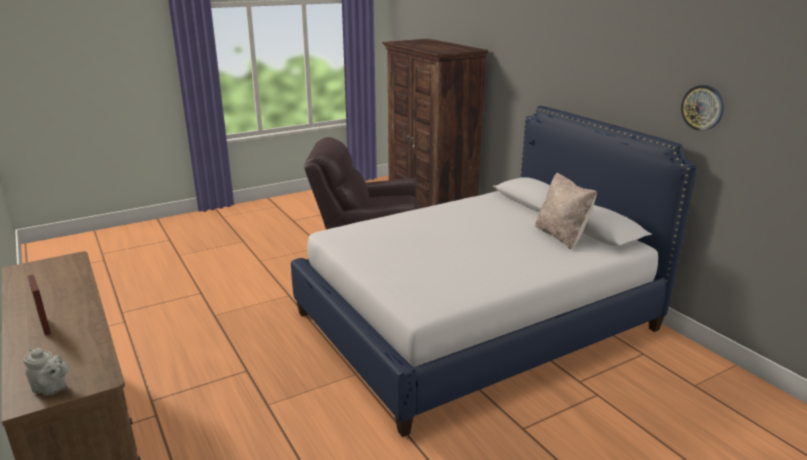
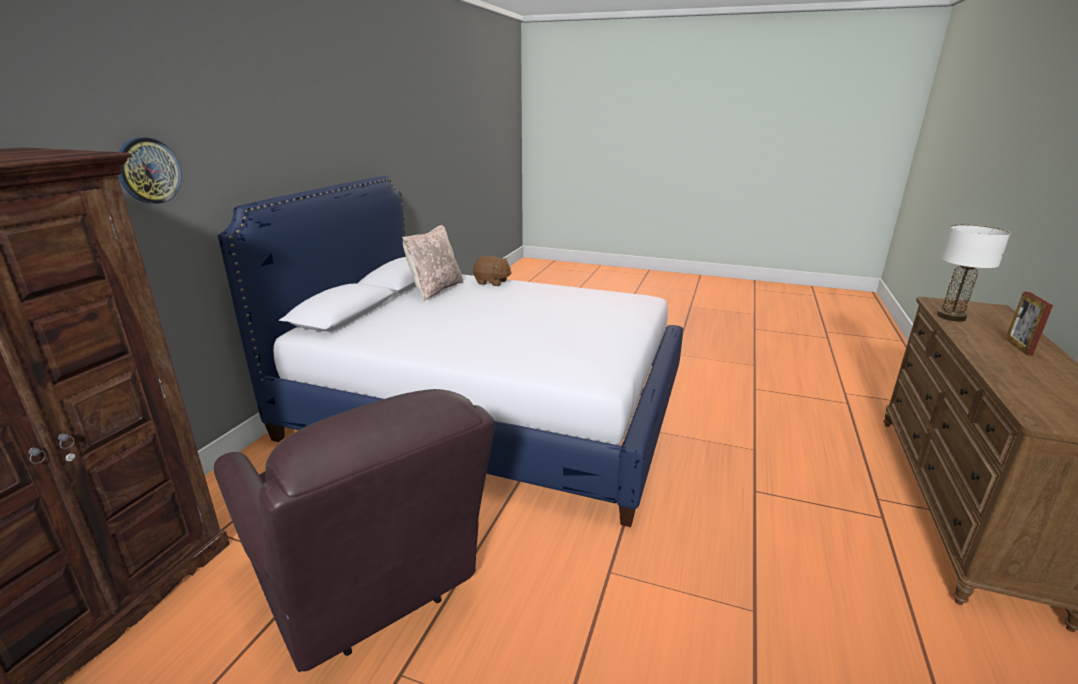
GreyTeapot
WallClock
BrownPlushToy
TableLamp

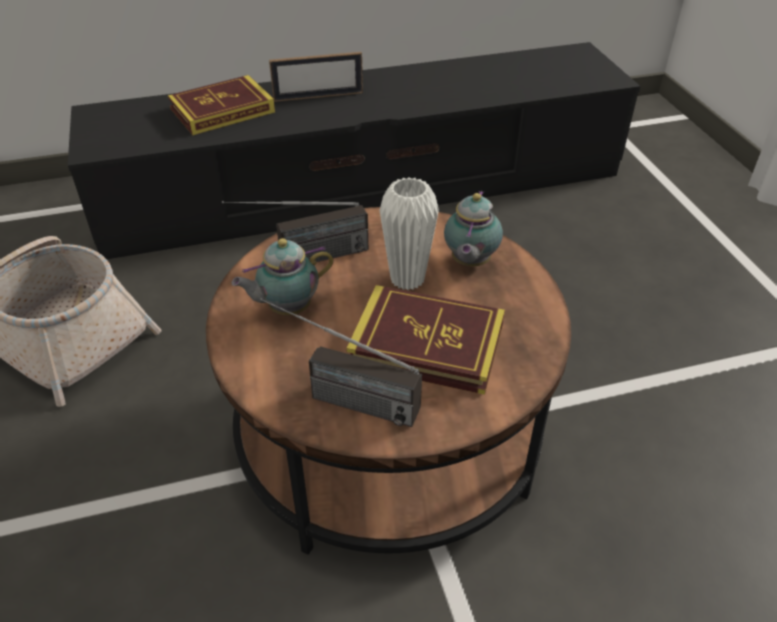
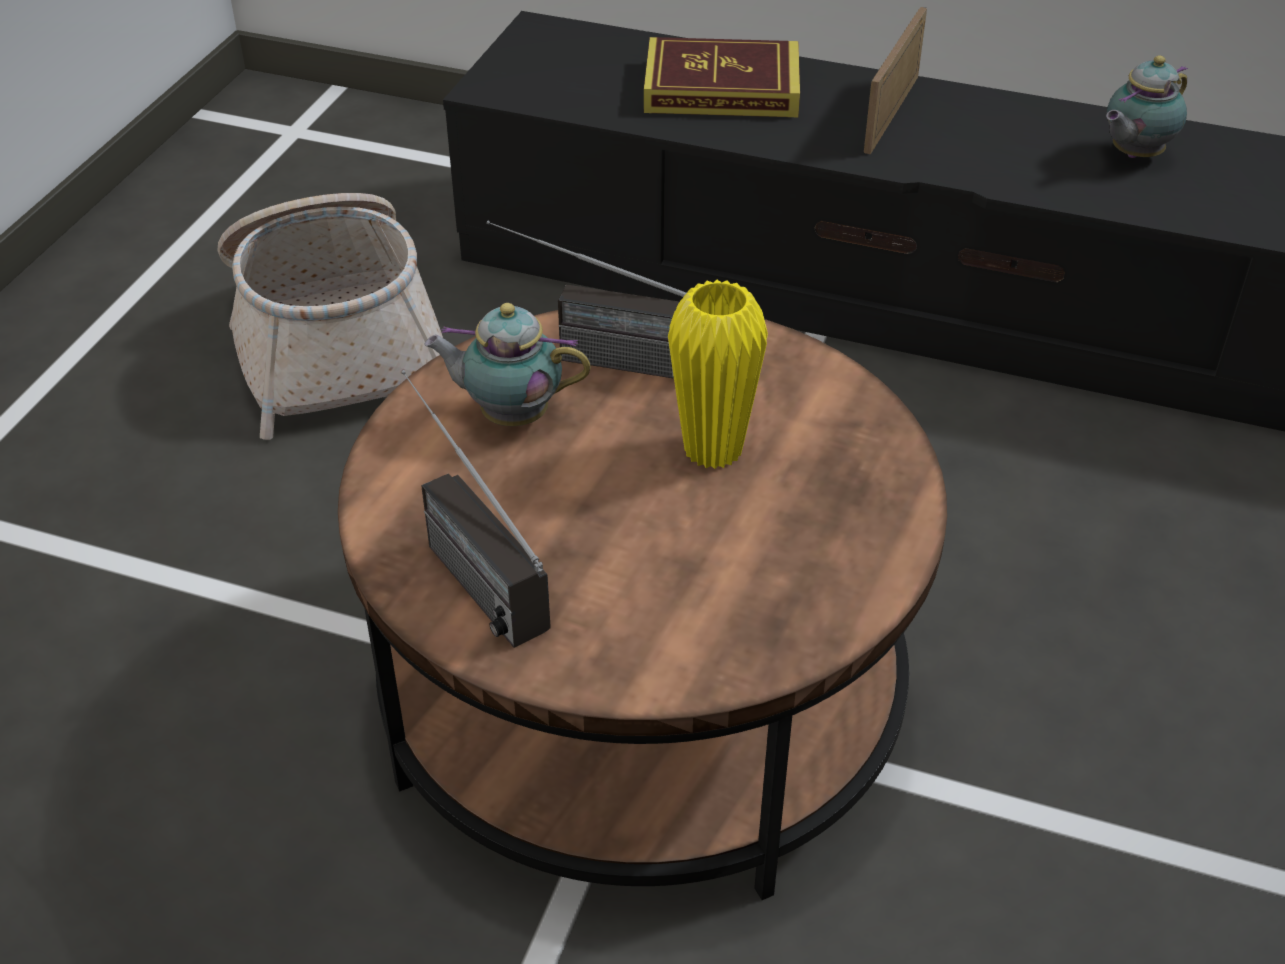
PictureFrame
Book (2nd from left in the first image)
YellowVase
Teapot (2nd from left)

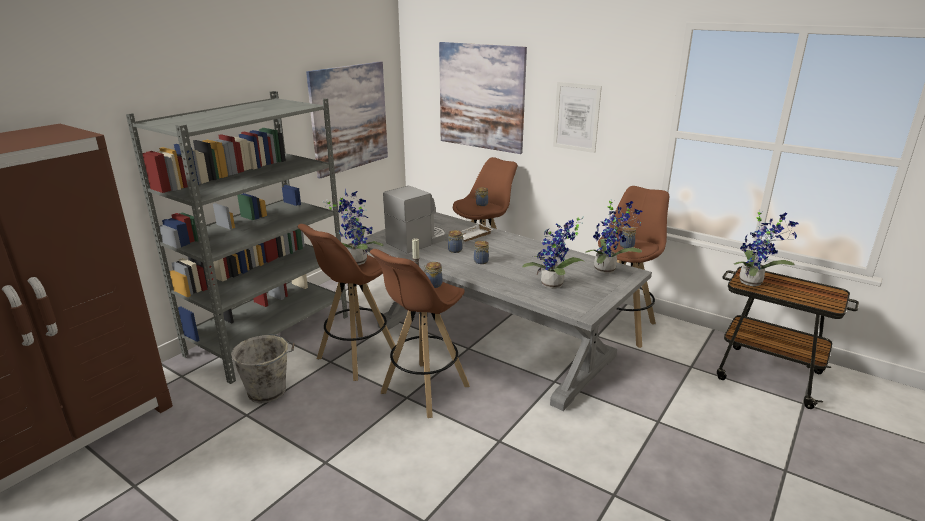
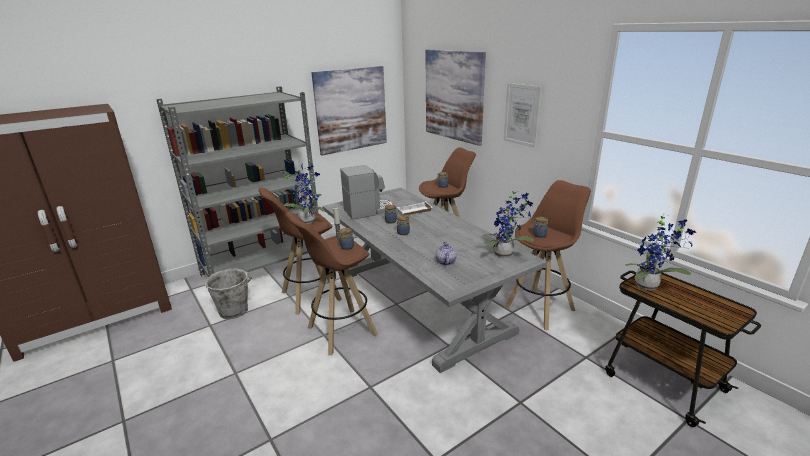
Teapot

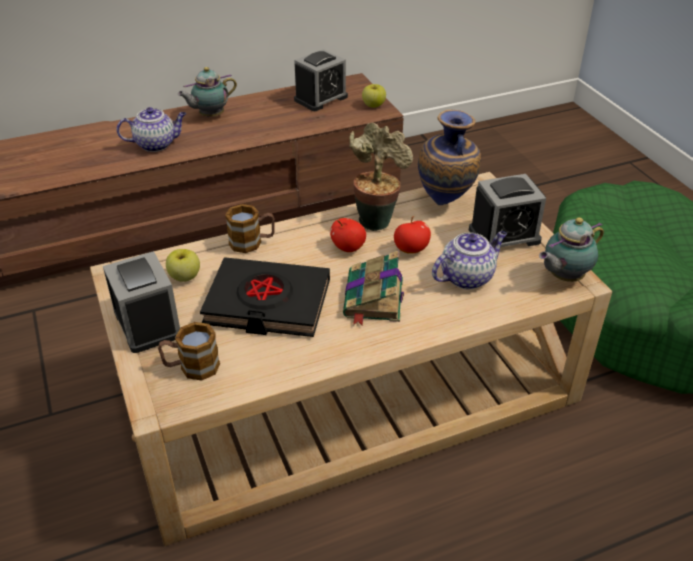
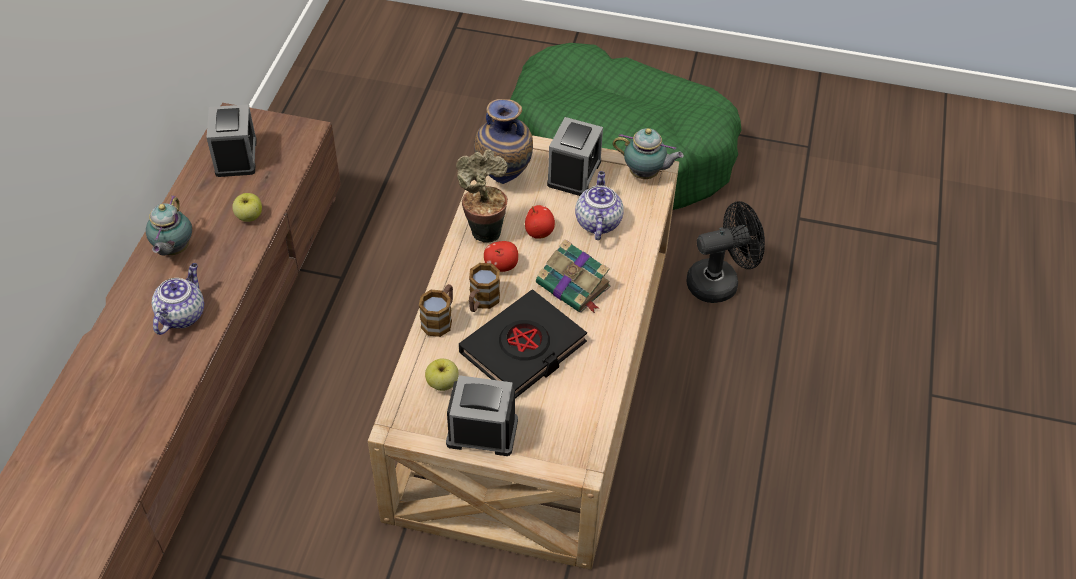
Mug (2nd from left)
Apple (1st from left)
Teapot (4th from left)
BlackFan

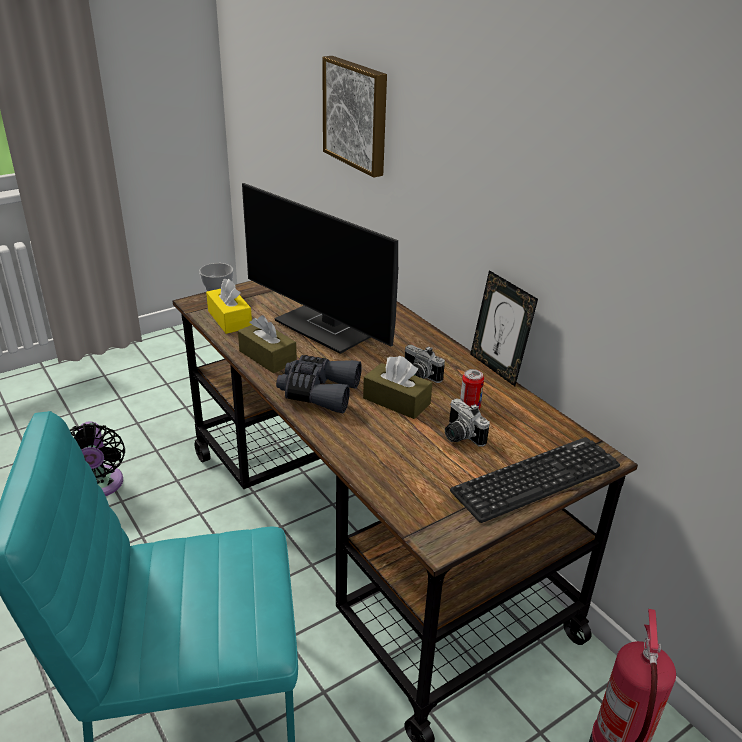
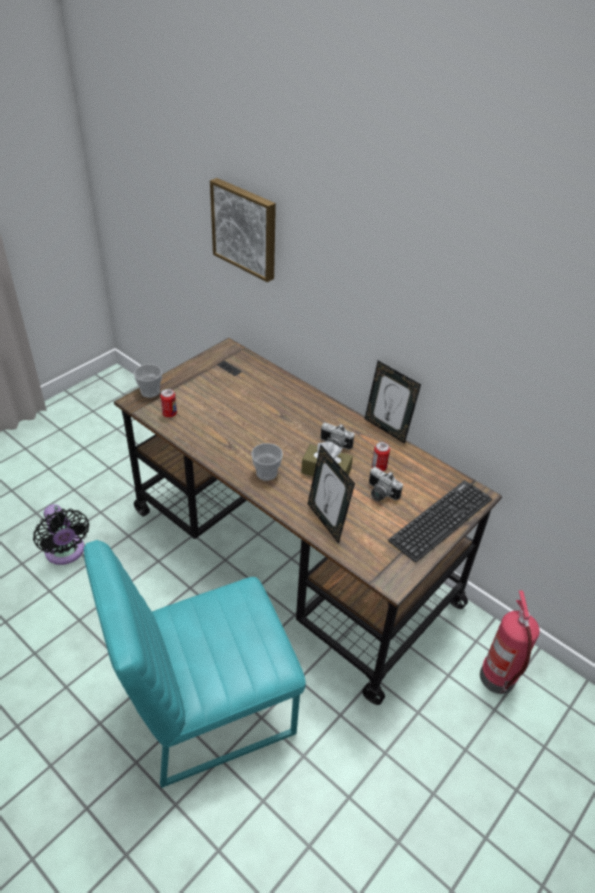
Can (1st from left)
BrownTissueBox (1st from left in the first image)
Monitor
Cup (2nd from left)
PictureFrame (1st from left)

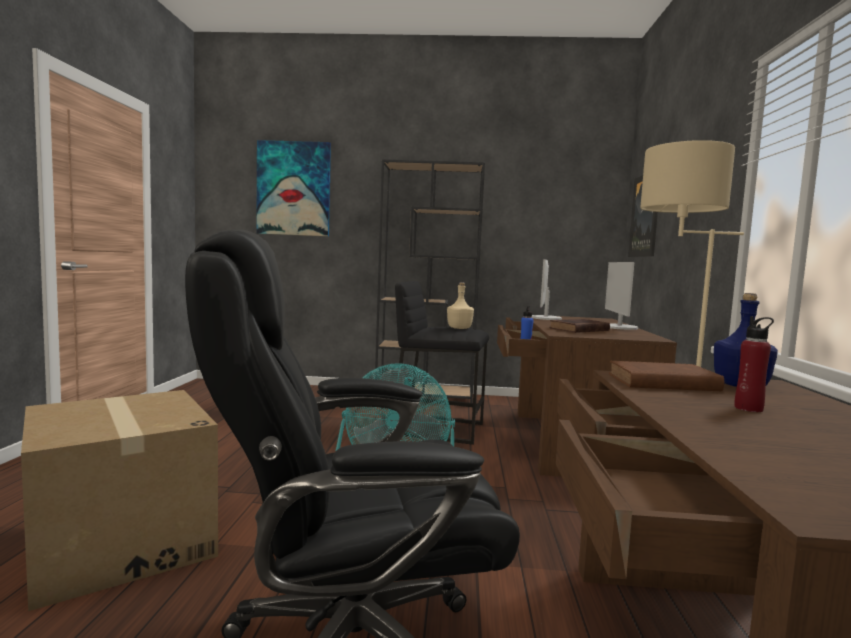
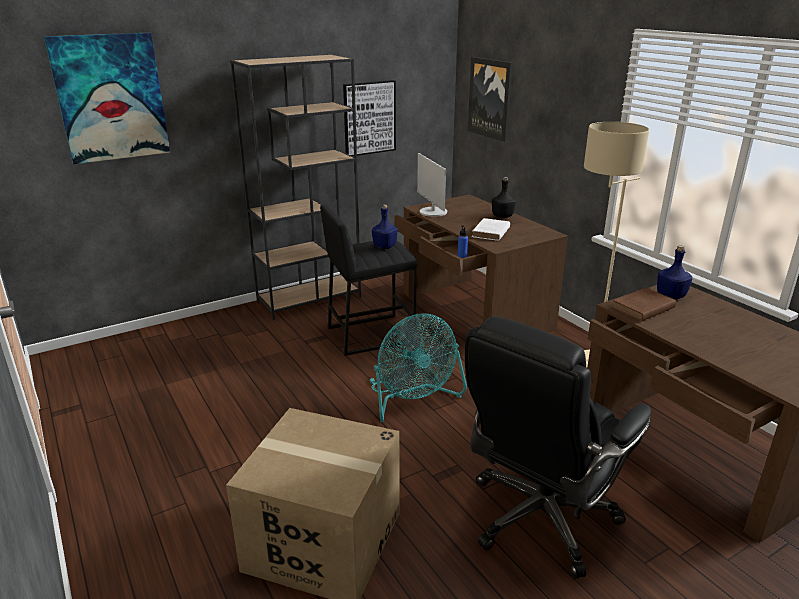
BlueBottle (1st from left)
WhiteBook
BlackBottle
RedBottle
Picture (2nd from left)

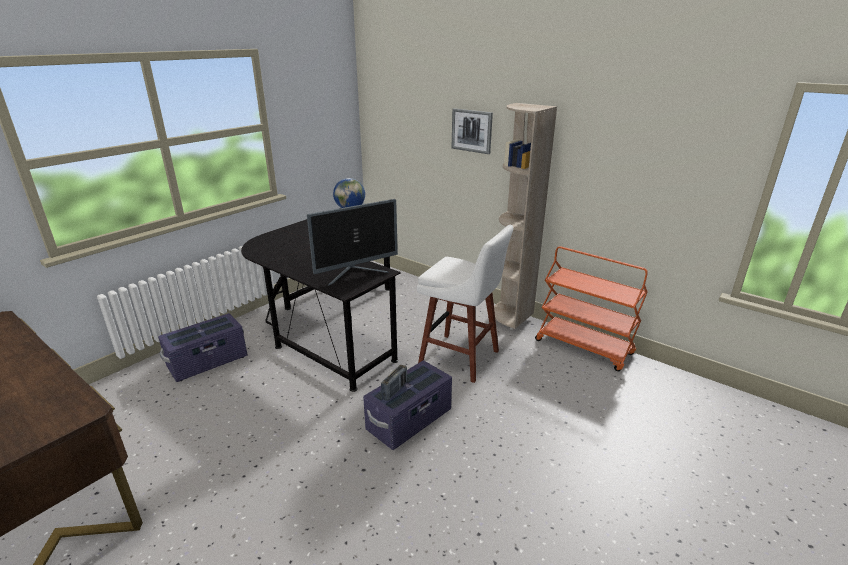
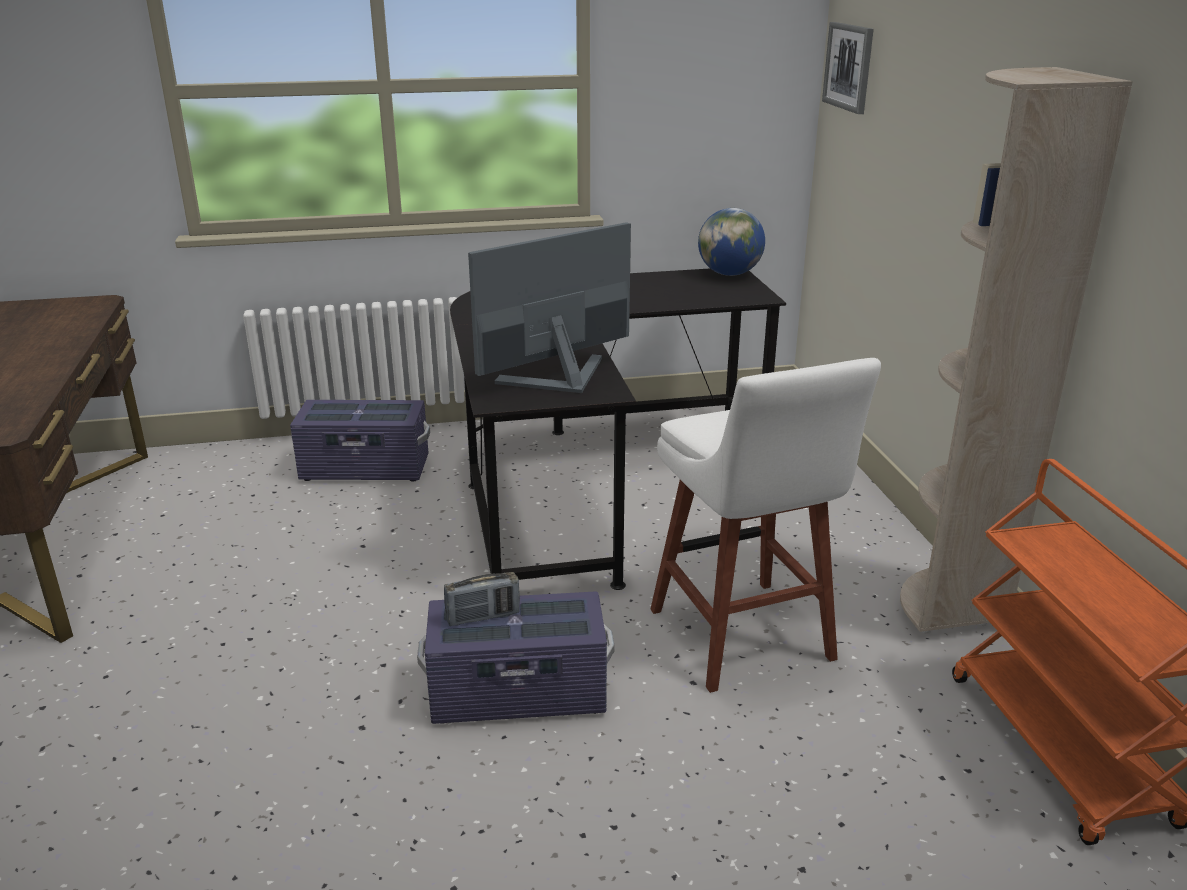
Monitor
Picture

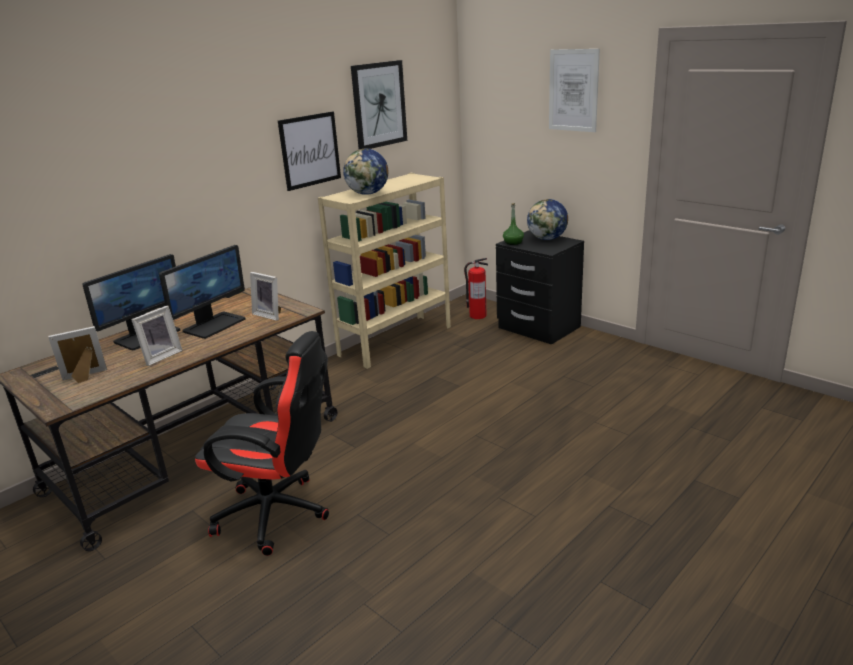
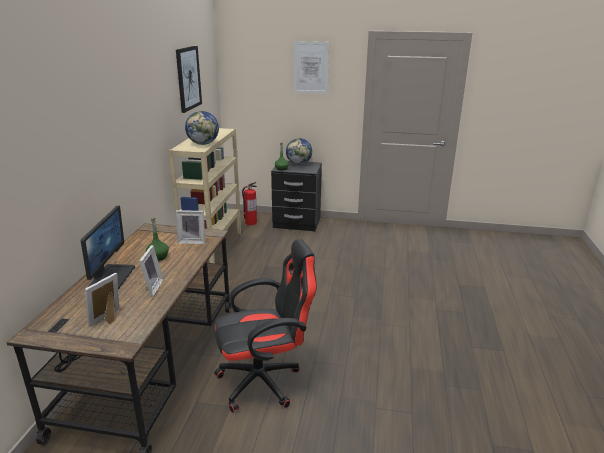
GreenBottle (1st from left)
Picture (1st from left in the first image)

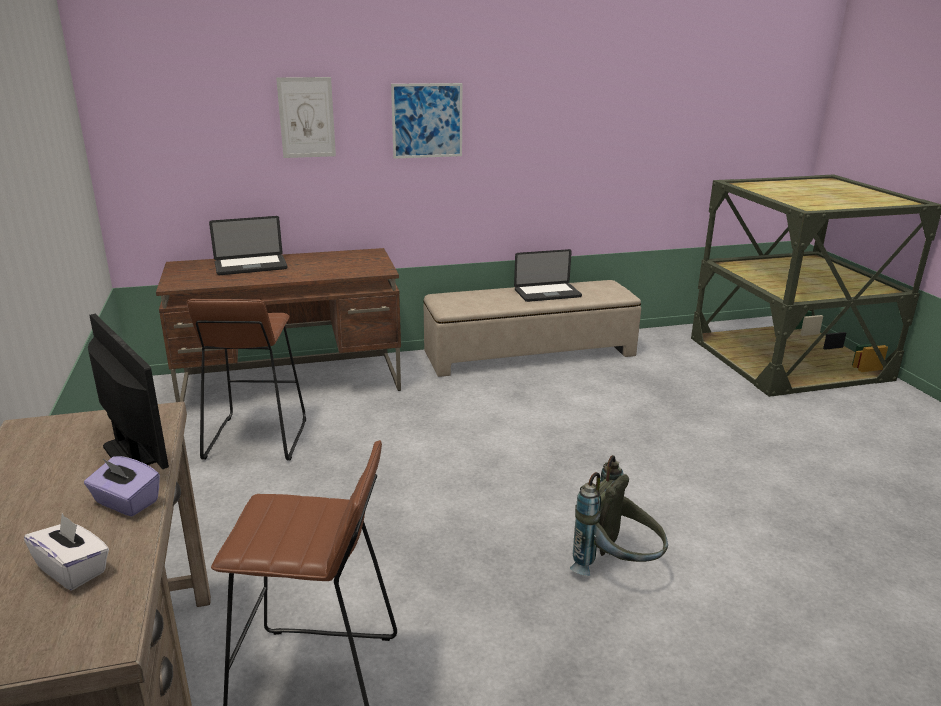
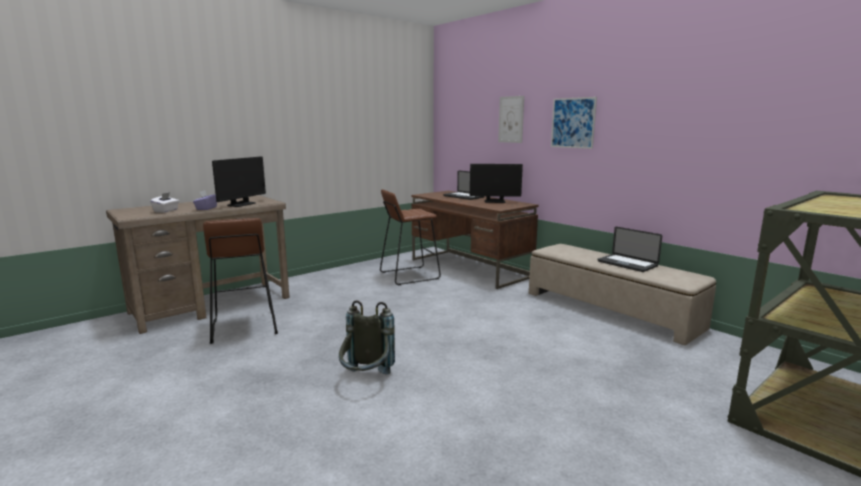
Monitor (2nd from left)

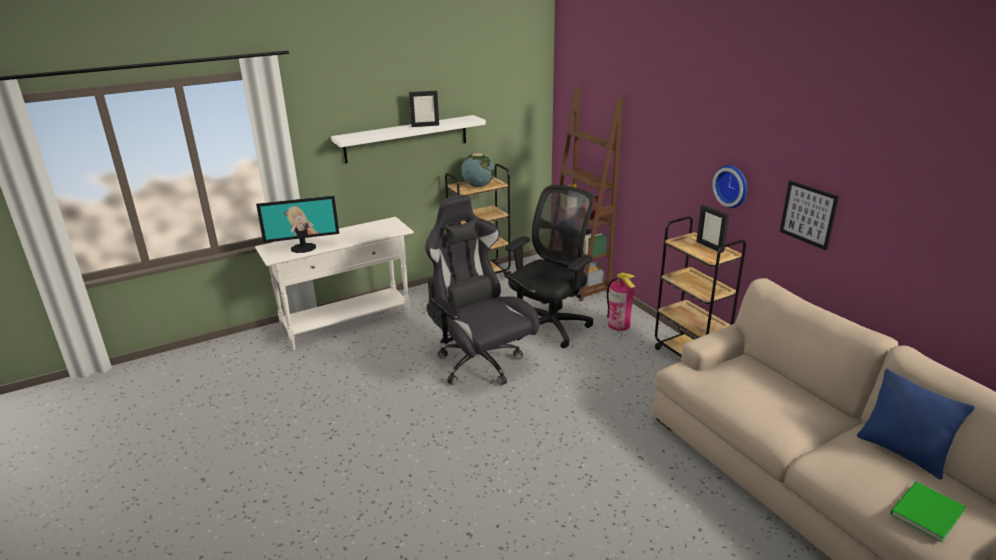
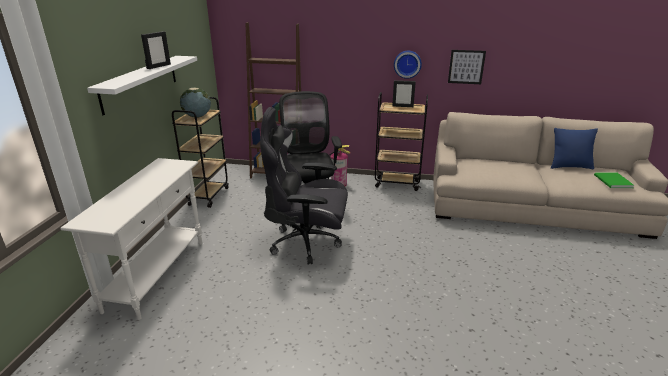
Monitor

